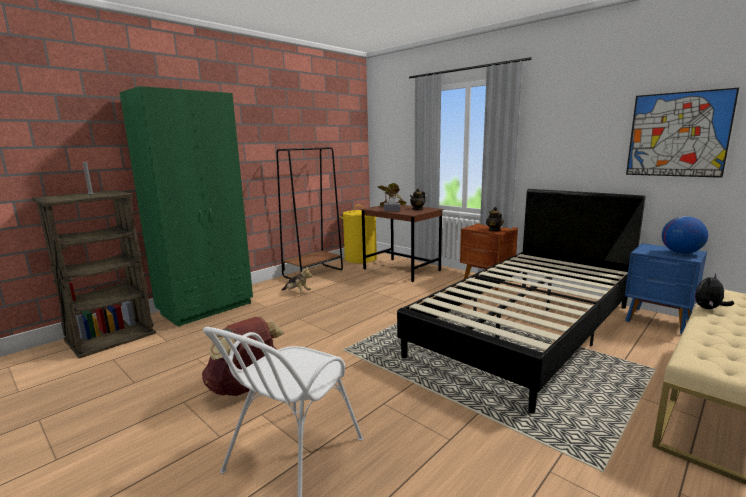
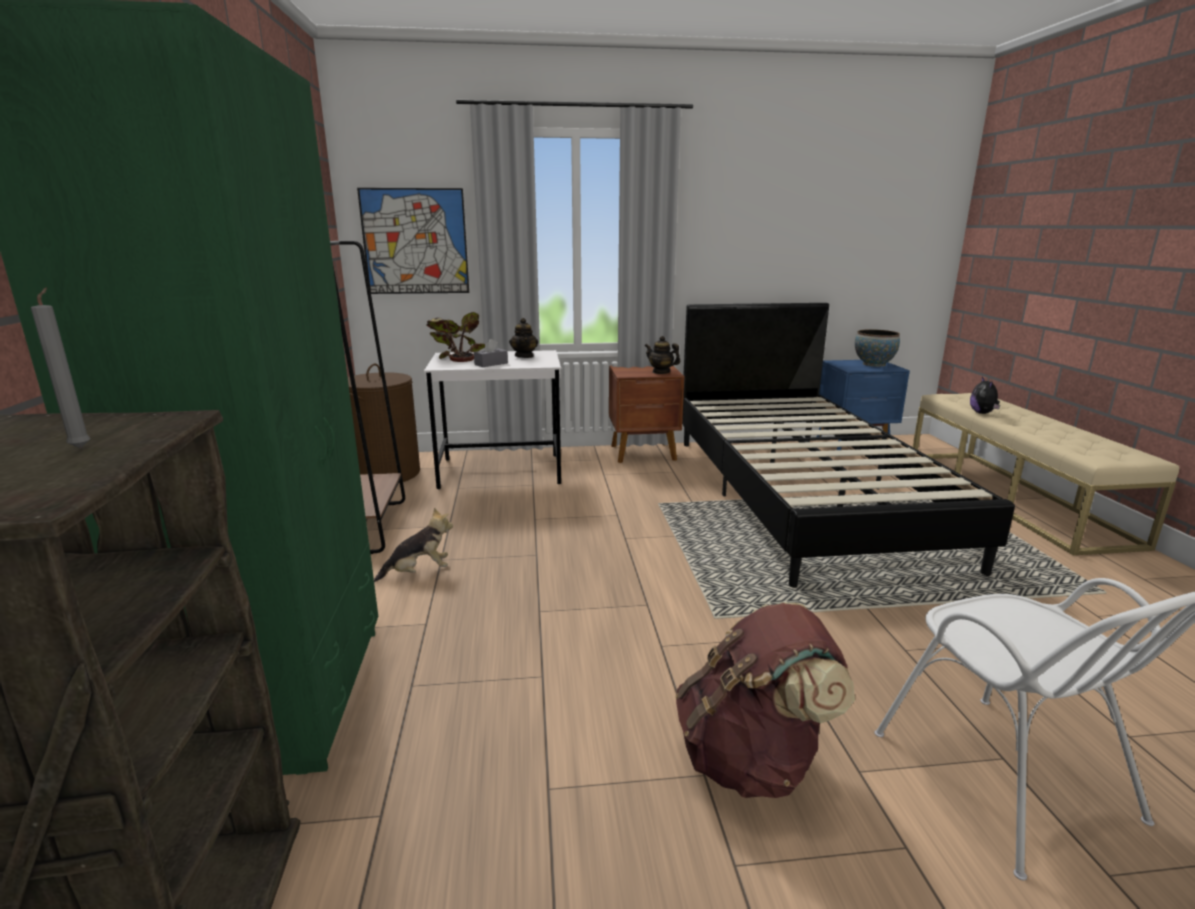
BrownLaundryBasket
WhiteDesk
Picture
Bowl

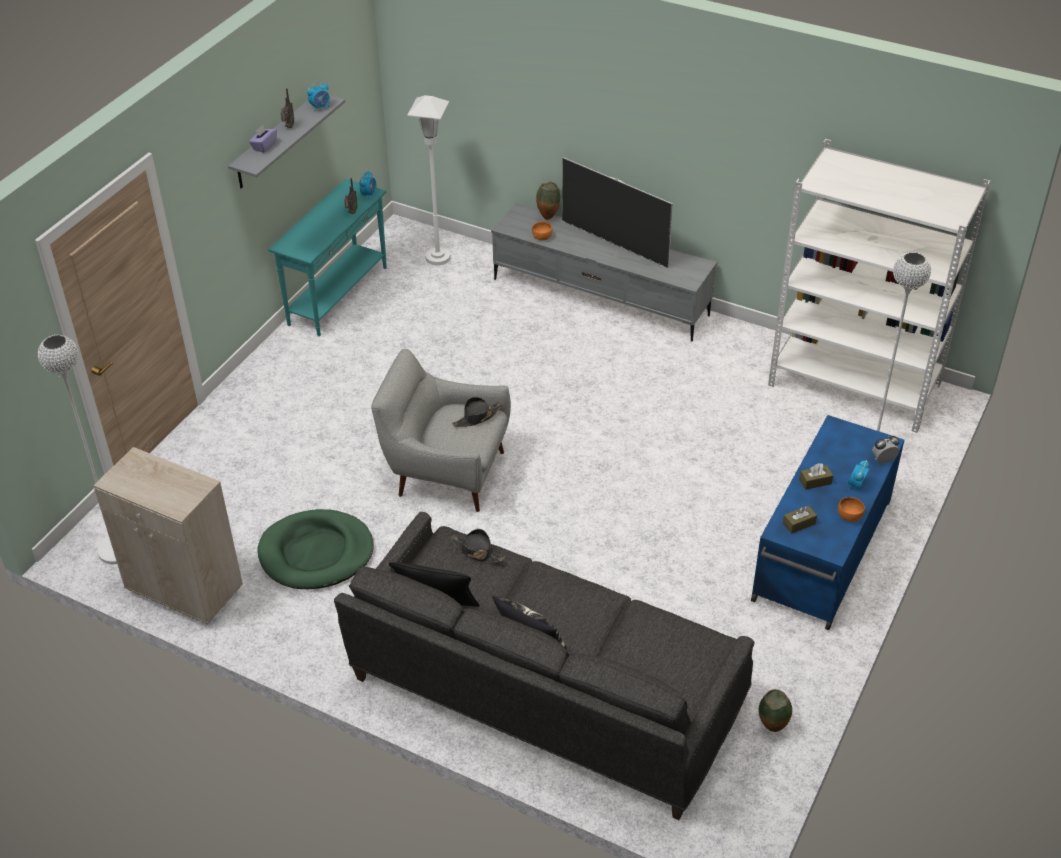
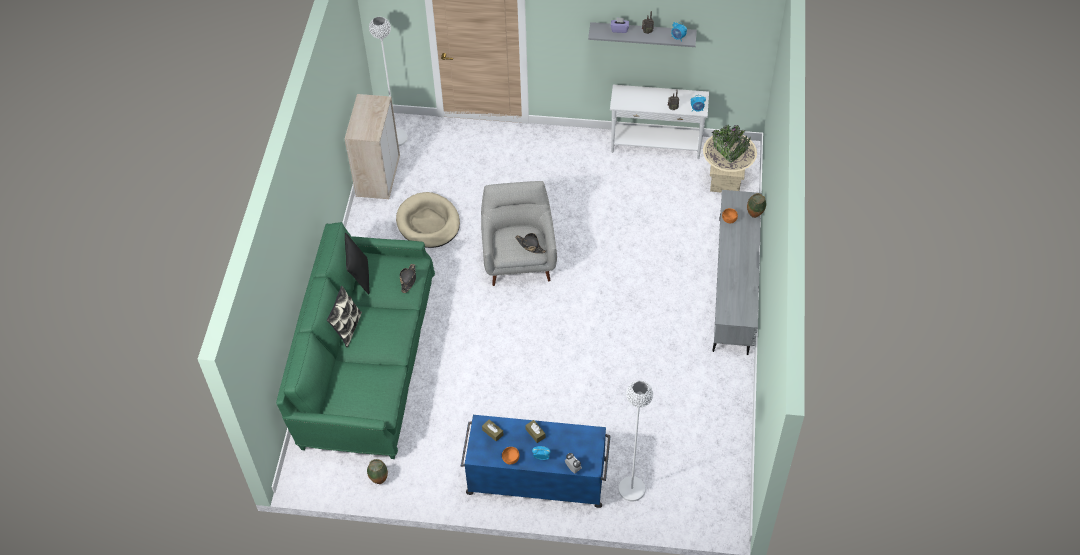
BeigeDogBed
WhiteConsoleTable
GreenSofa
BeigePlanter
Television
WhiteBookcase

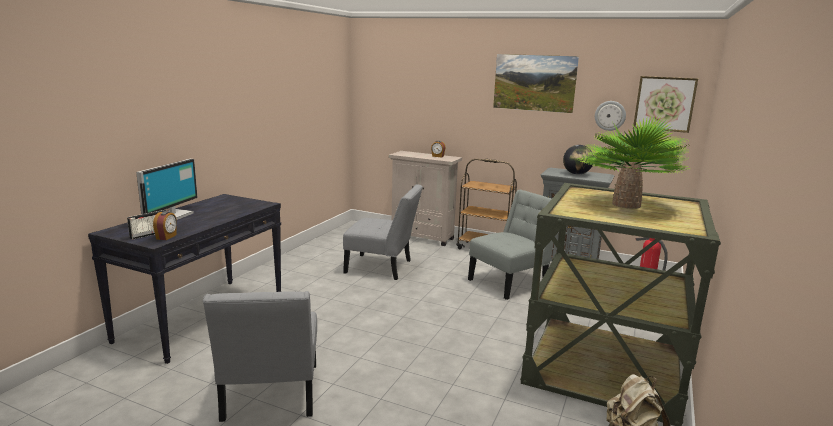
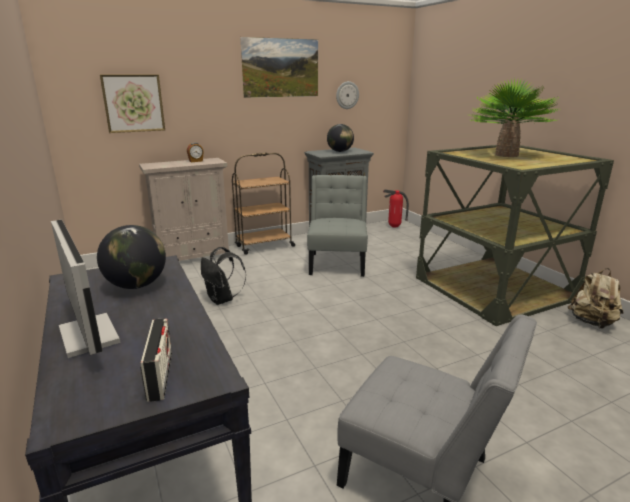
AlarmClock (1st from left in the first image)
BlackBackpack
Picture (1st from left)
Globe (1st from left)

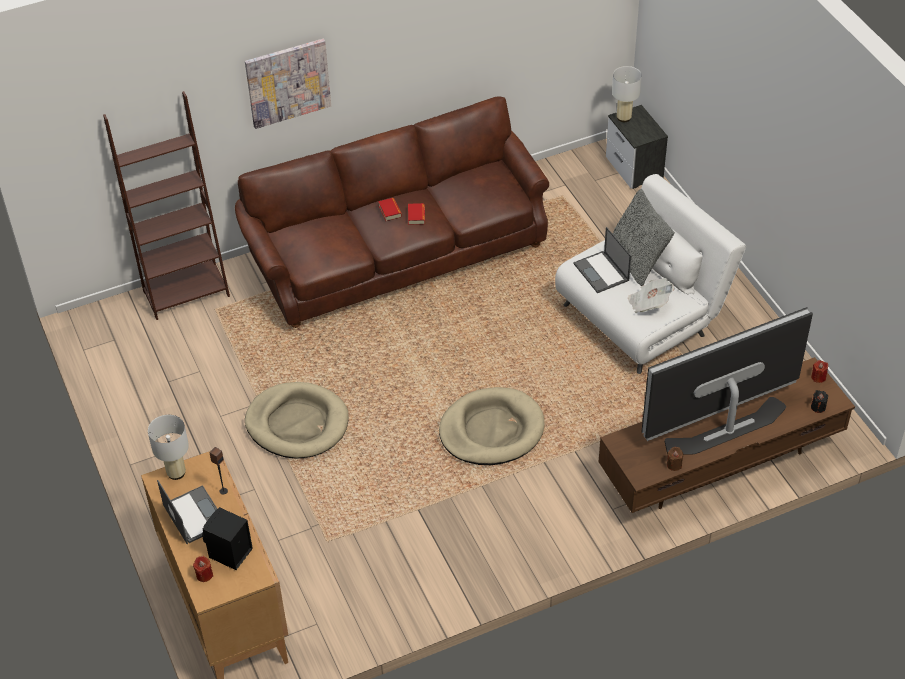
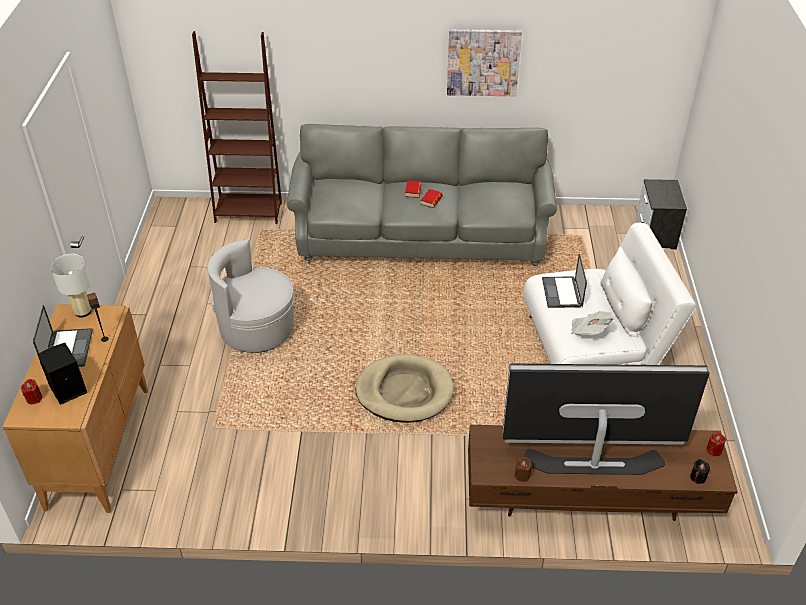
GreySofa
Picture
WhiteArmchair (1st from left)
WhiteTableLamp (2nd from left in the first image)
GreyPillow

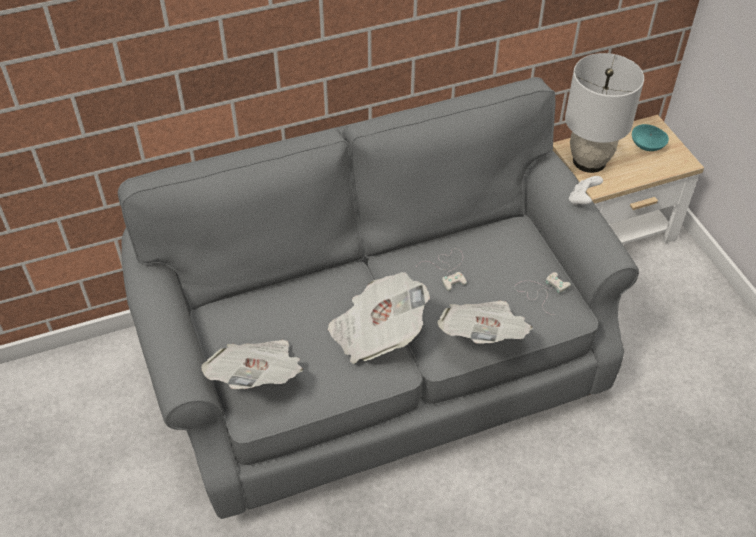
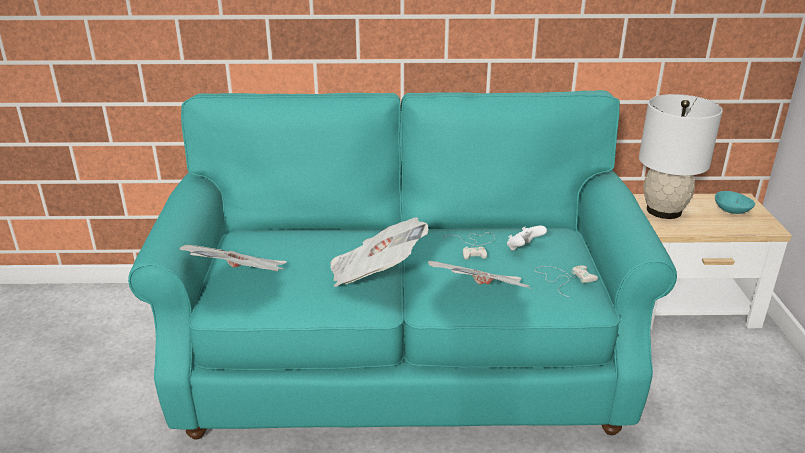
TurquoiseSofa
WhiteGameController (2nd from left)

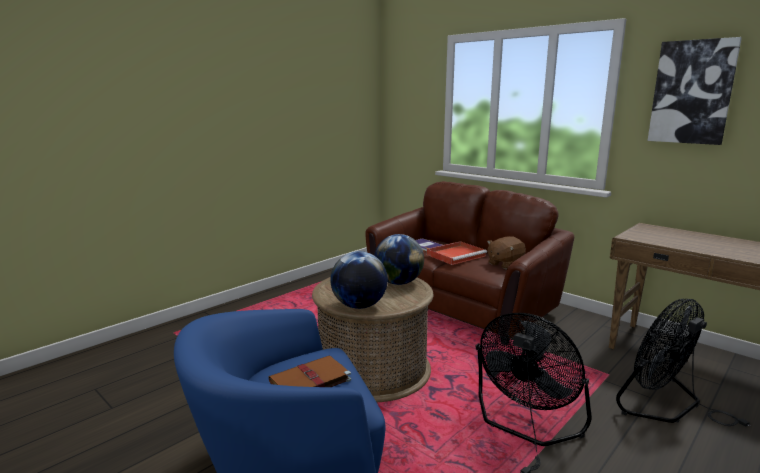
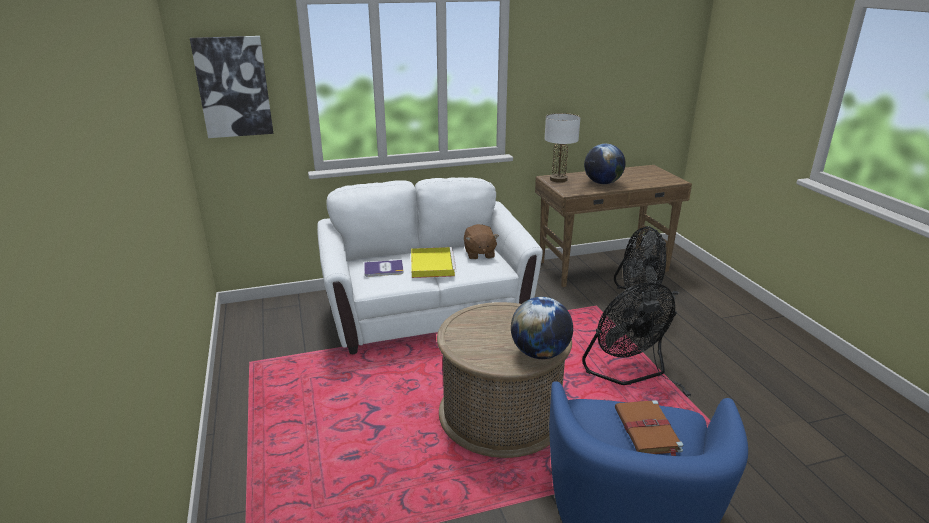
WhiteSofa
Globe (2nd from left)
YellowTray
Picture
TableLamp

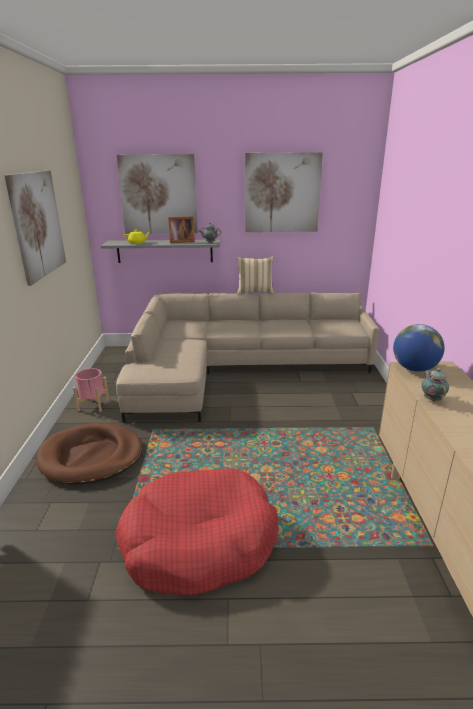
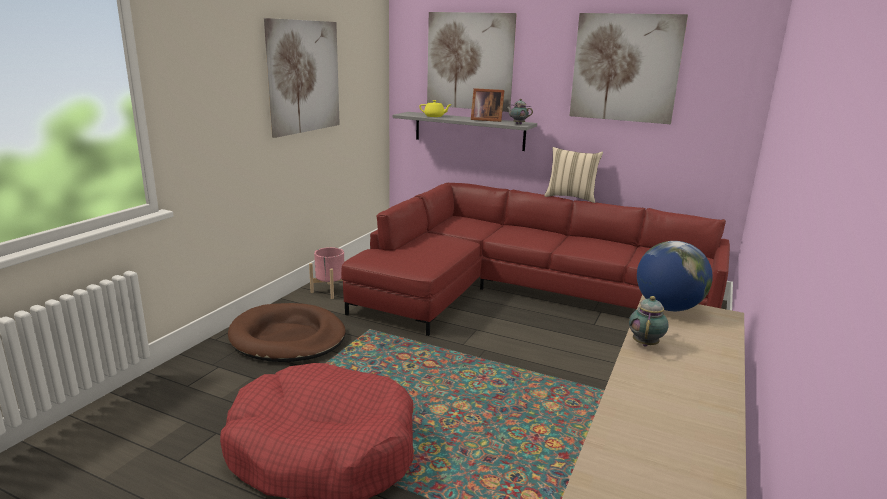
RedSofa

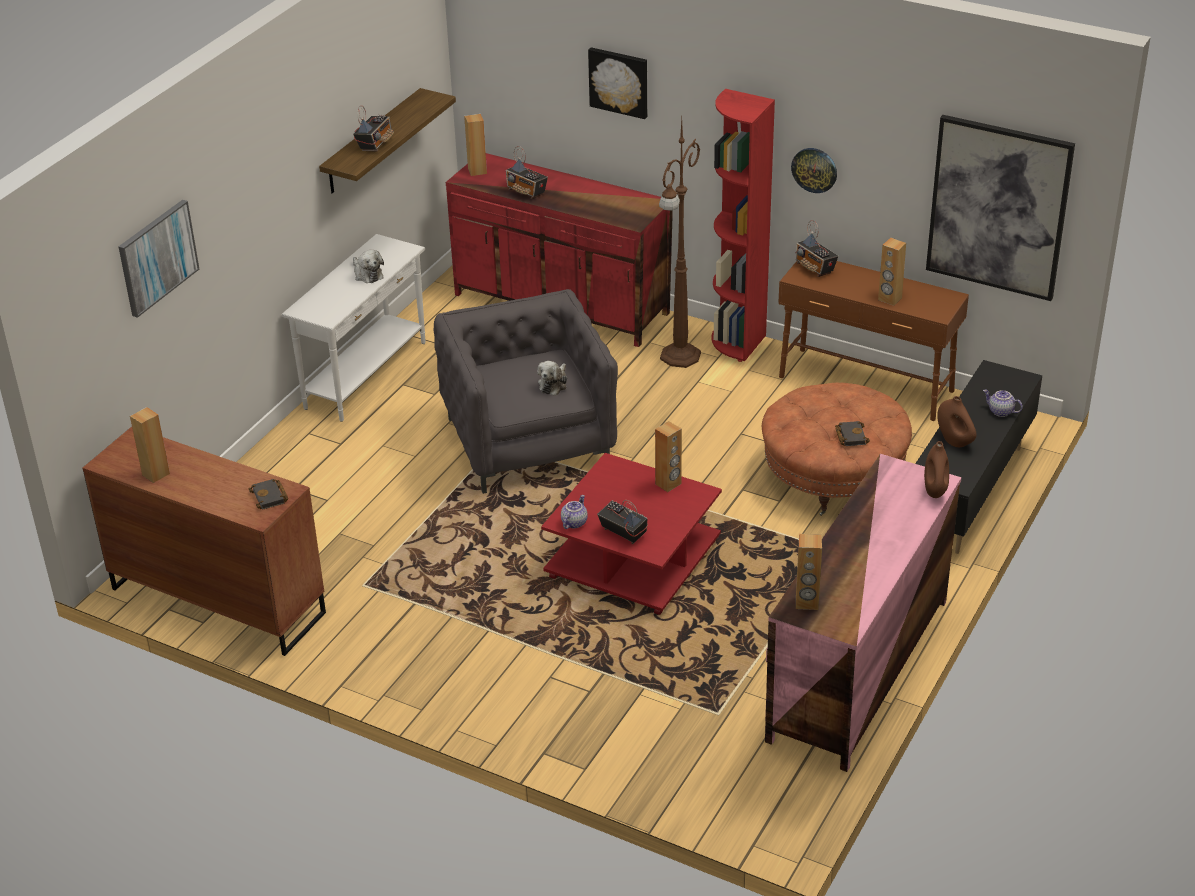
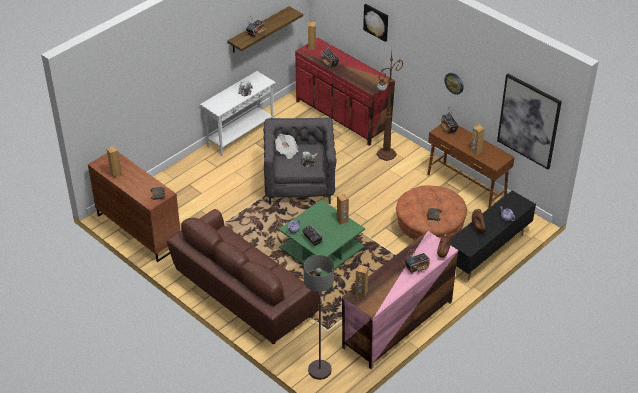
Picture (1st from left in the first image)
GreenCoffeeTable
RedBookcase
BrownSofa
Newspaper
GreyFloorLamp
Radio (4th from left)

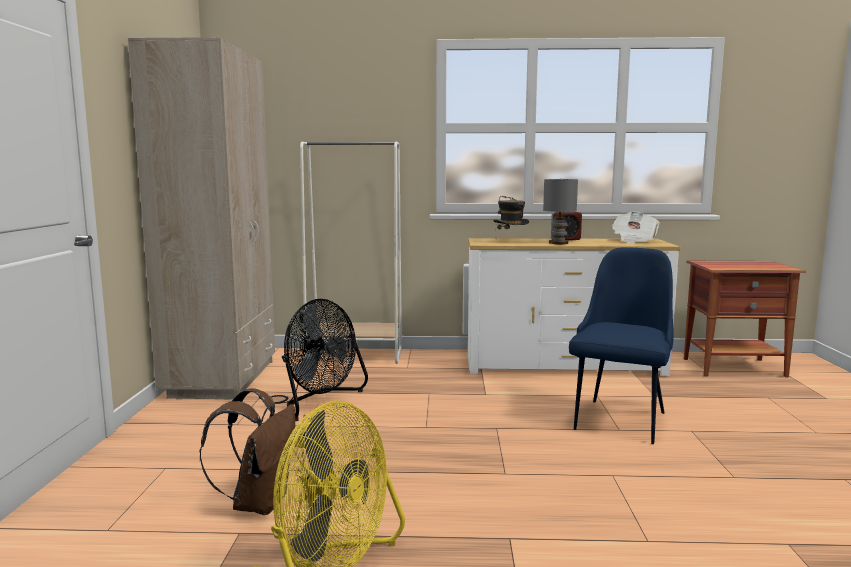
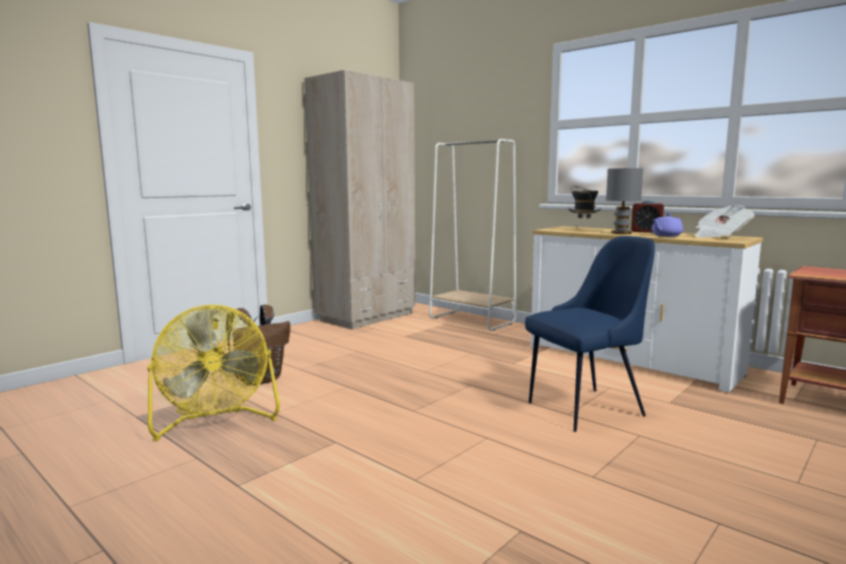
BlackFan
PurpleTeapot

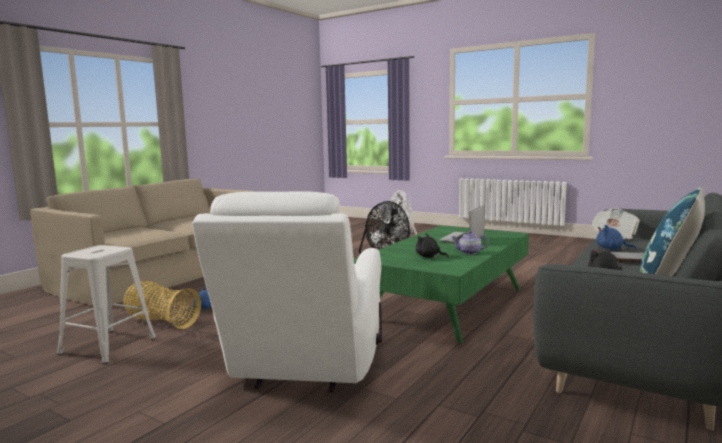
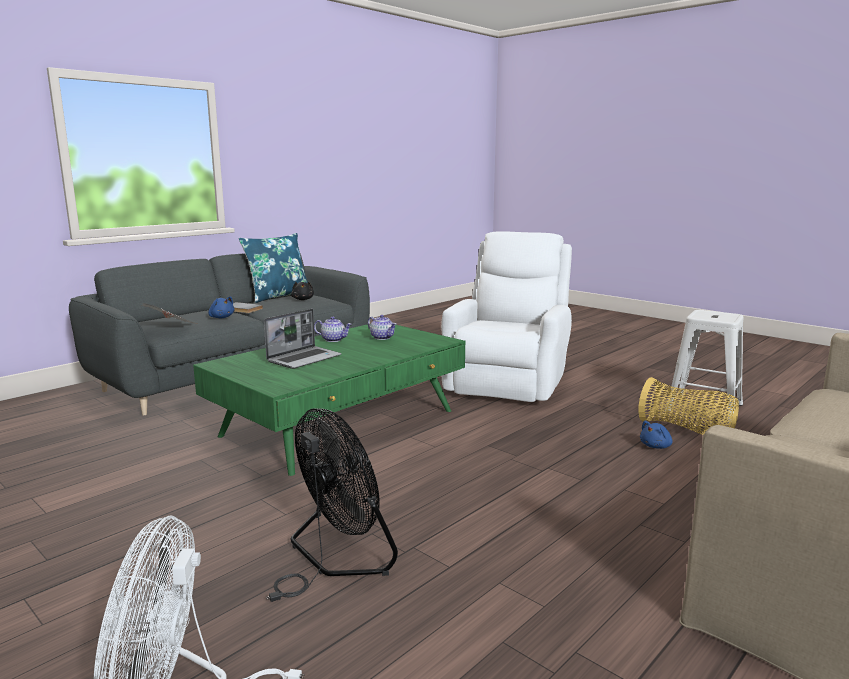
Teapot (2nd from left)

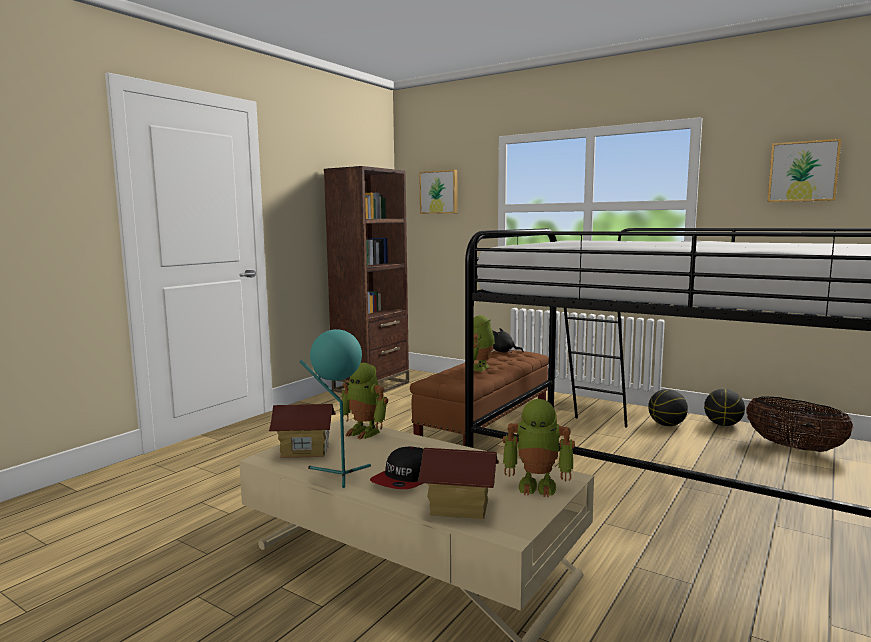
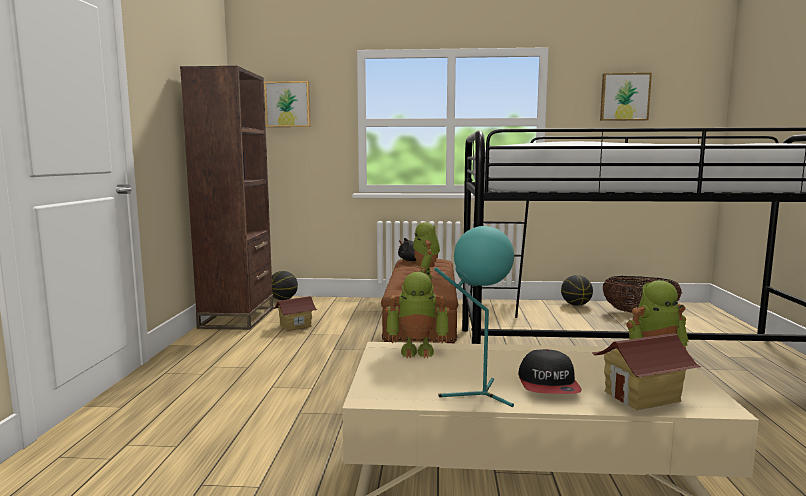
ToyHouse (1st from left)
Basketball (1st from left)

